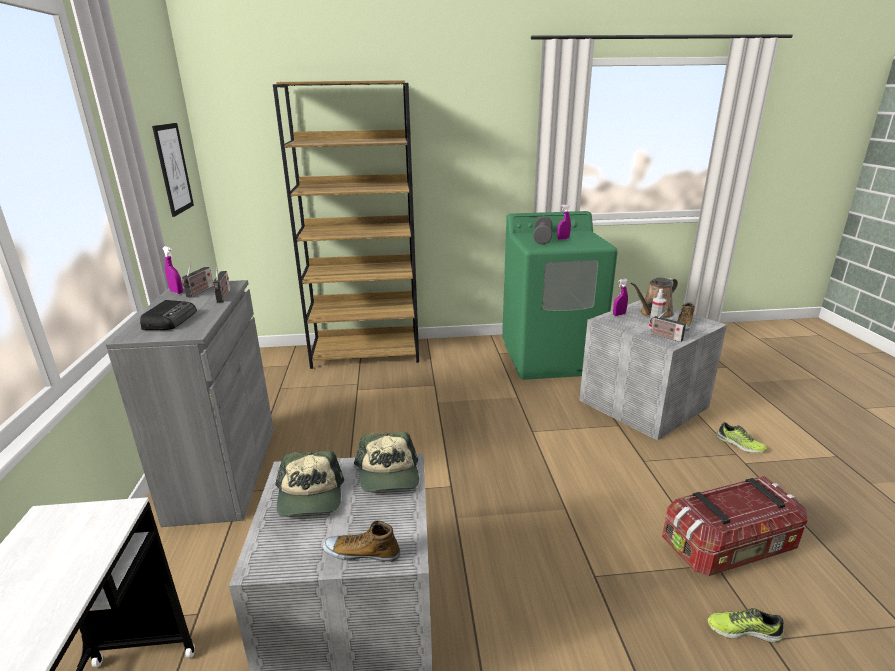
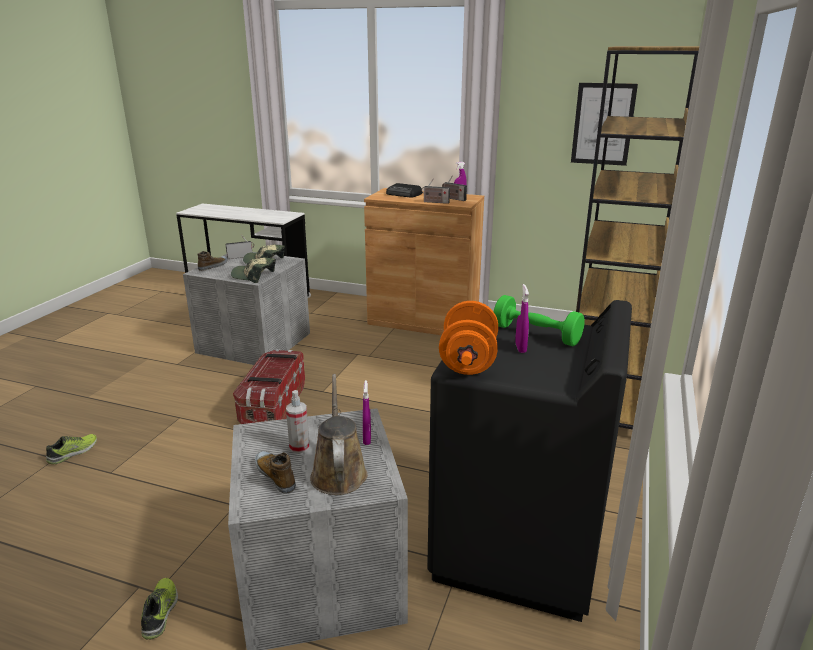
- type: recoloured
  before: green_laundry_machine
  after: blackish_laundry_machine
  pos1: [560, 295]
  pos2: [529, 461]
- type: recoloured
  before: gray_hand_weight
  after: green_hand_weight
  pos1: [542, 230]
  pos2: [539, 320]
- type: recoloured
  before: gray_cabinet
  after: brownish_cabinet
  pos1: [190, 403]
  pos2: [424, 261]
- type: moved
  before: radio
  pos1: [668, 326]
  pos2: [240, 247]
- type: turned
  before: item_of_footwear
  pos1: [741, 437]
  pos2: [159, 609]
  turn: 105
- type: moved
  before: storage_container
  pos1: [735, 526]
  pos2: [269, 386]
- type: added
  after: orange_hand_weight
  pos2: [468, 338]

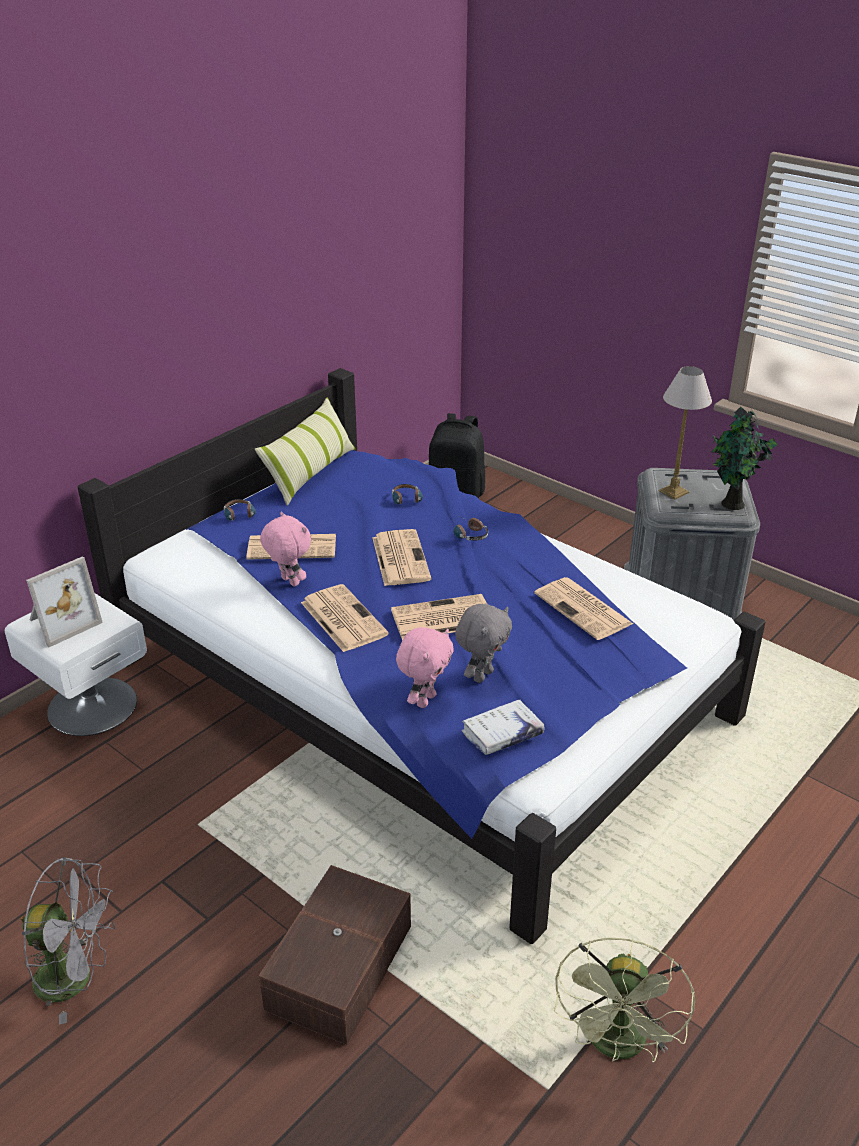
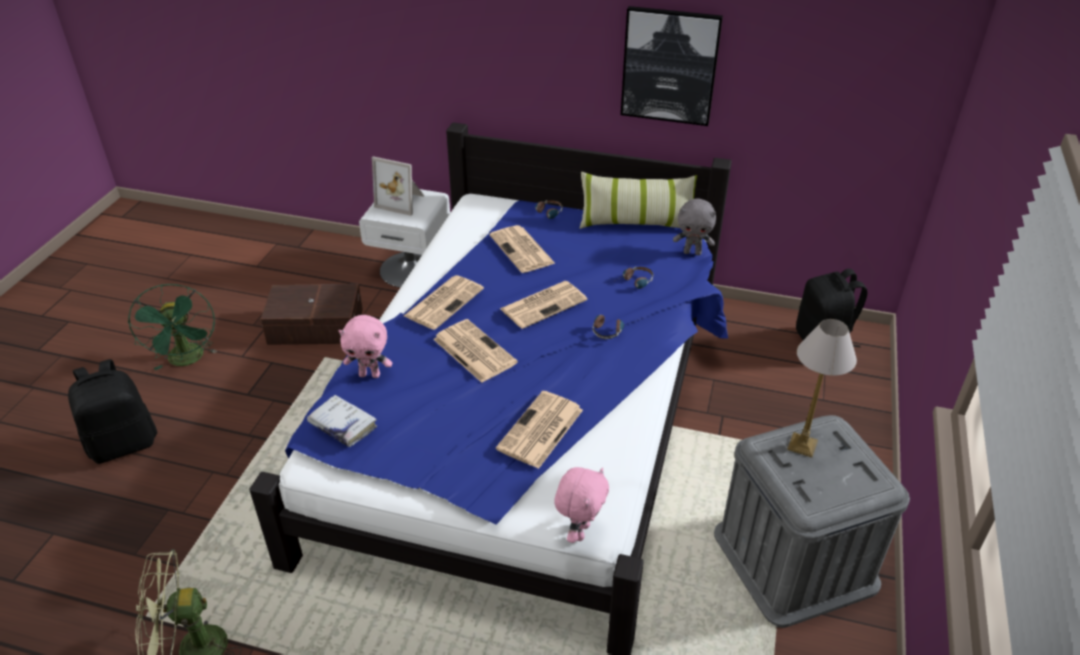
- type: removed
  before: potted_plant
  pos1: [745, 458]
- type: moved
  before: pinkish_plush_toy
  pos1: [285, 549]
  pos2: [581, 505]
- type: moved
  before: gray_plush_toy
  pos1: [483, 643]
  pos2: [694, 226]
- type: recoloured
  before: gray_electric_fan
  after: green_electric_fan
  pos1: [68, 941]
  pos2: [172, 327]
- type: moved
  before: brownish_storage_container
  pos1: [335, 955]
  pos2: [312, 314]
- type: added
  after: picture
  pos2: [672, 66]
- type: added
  after: blackish_knapsack
  pos2: [112, 411]

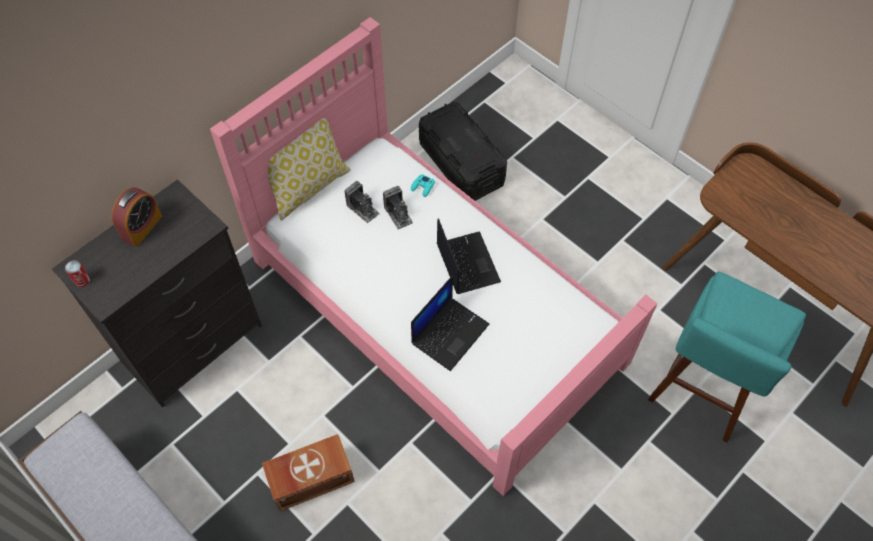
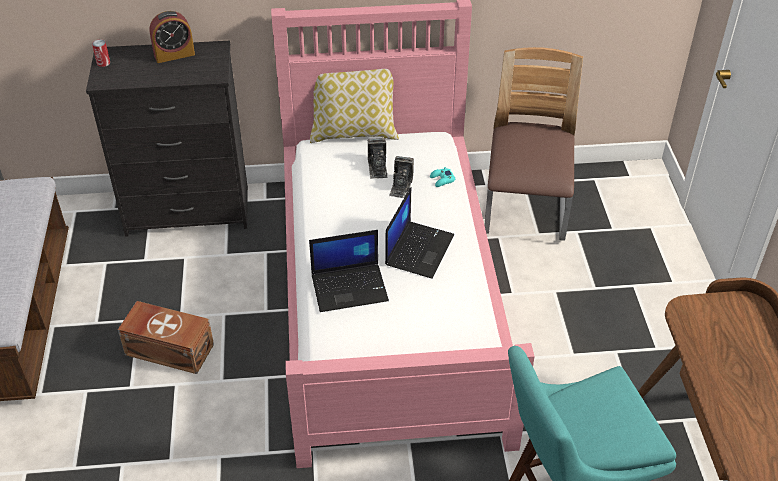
- type: replaced
  before: blackish_storage_container
  after: upright_chair
  pos1: [463, 151]
  pos2: [533, 144]

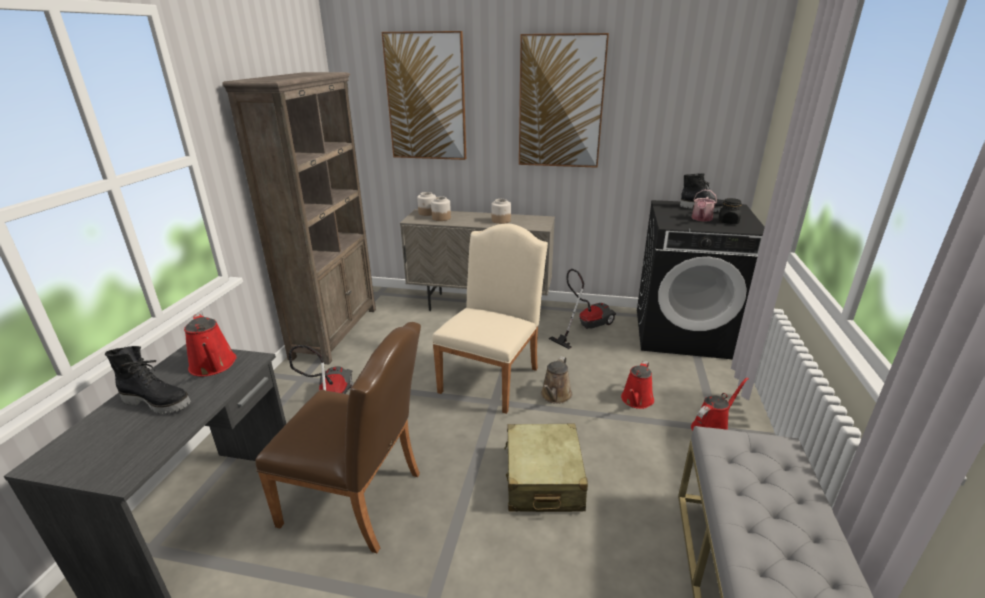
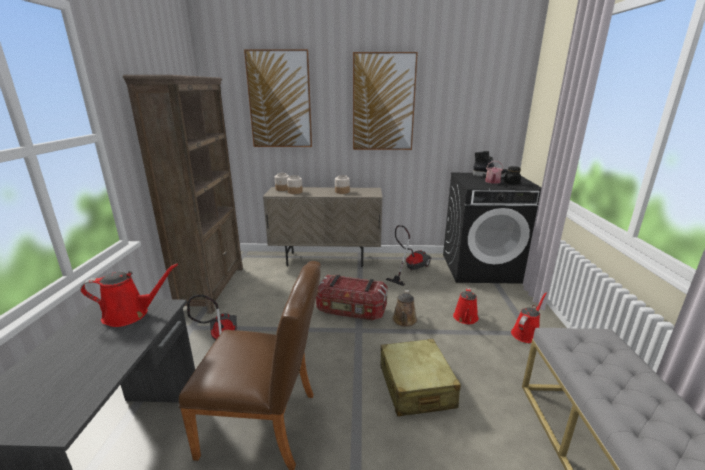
- type: replaced
  before: beige_upright_chair
  after: storage_container
  pos1: [490, 319]
  pos2: [352, 298]
- type: turned
  before: red-coloured_watering_pot
  pos1: [210, 344]
  pos2: [129, 295]
  turn: -60
- type: removed
  before: blackish_boot
  pos1: [148, 380]

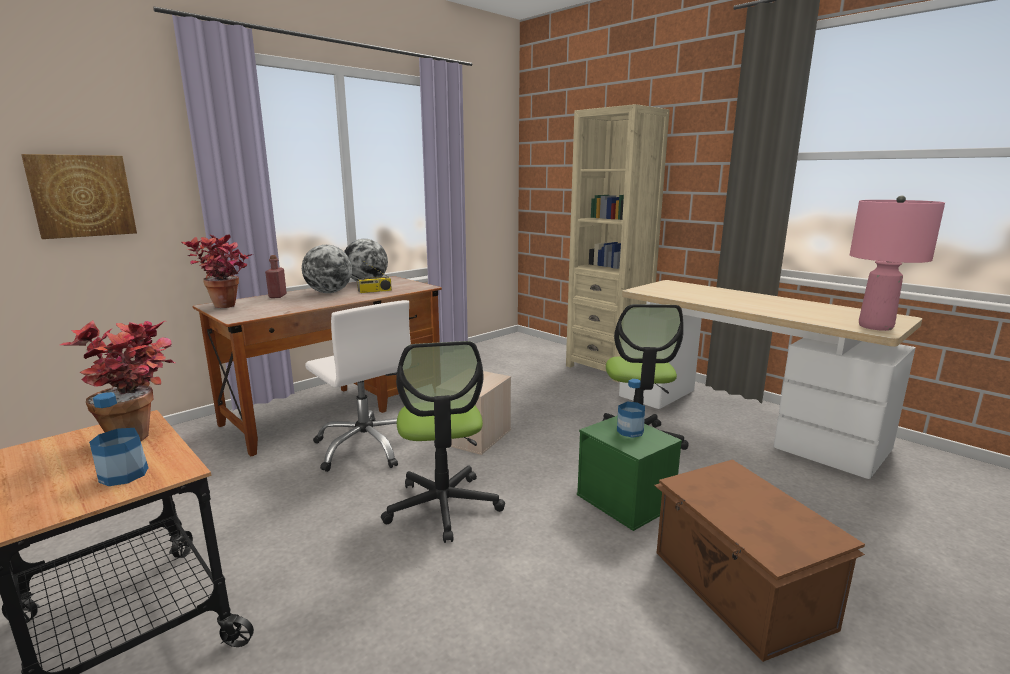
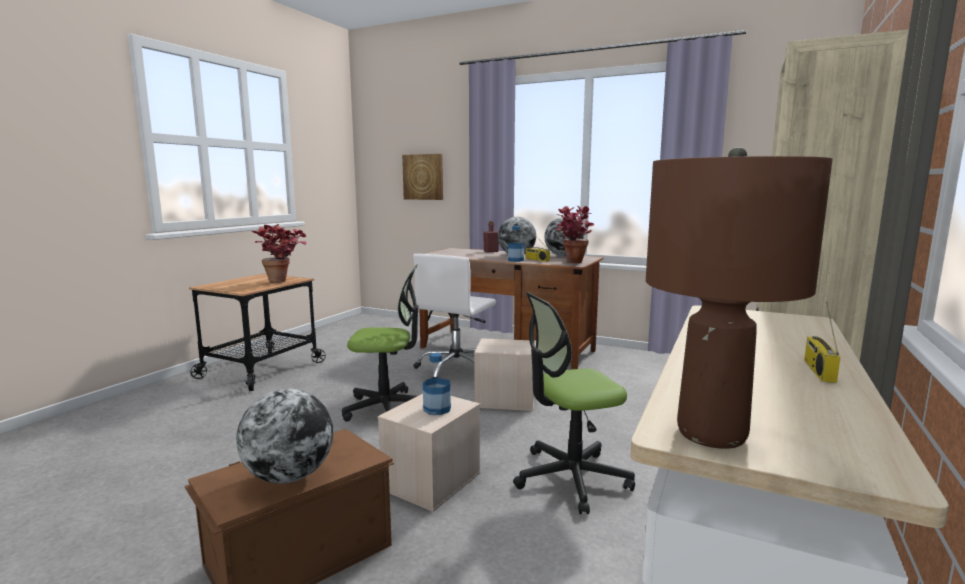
- type: recoloured
  before: pinkish_lamp_for_a_table
  after: brownish_lamp_for_a_table
  pos1: [897, 263]
  pos2: [739, 298]
- type: moved
  before: potted_plant
  pos1: [217, 271]
  pos2: [575, 234]
- type: turned
  before: desk_chair
  pos1: [443, 442]
  pos2: [380, 343]
  turn: -150
- type: moved
  before: beverage_bottle
  pos1: [119, 439]
  pos2: [516, 244]
- type: recoloured
  before: green_storage_container
  after: beige_storage_container
  pos1: [629, 473]
  pos2: [429, 453]
- type: added
  after: radio
  pos2: [822, 342]
- type: added
  after: world_globe
  pos2: [284, 436]

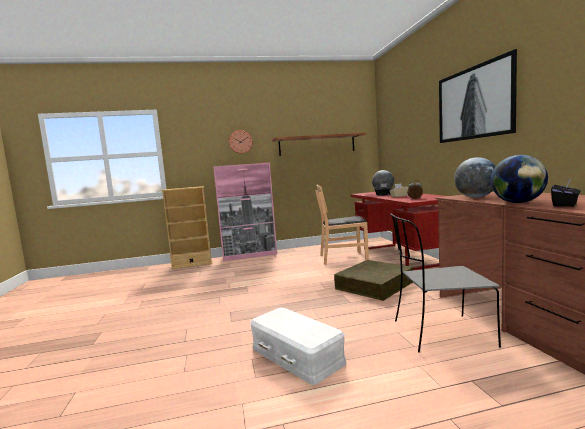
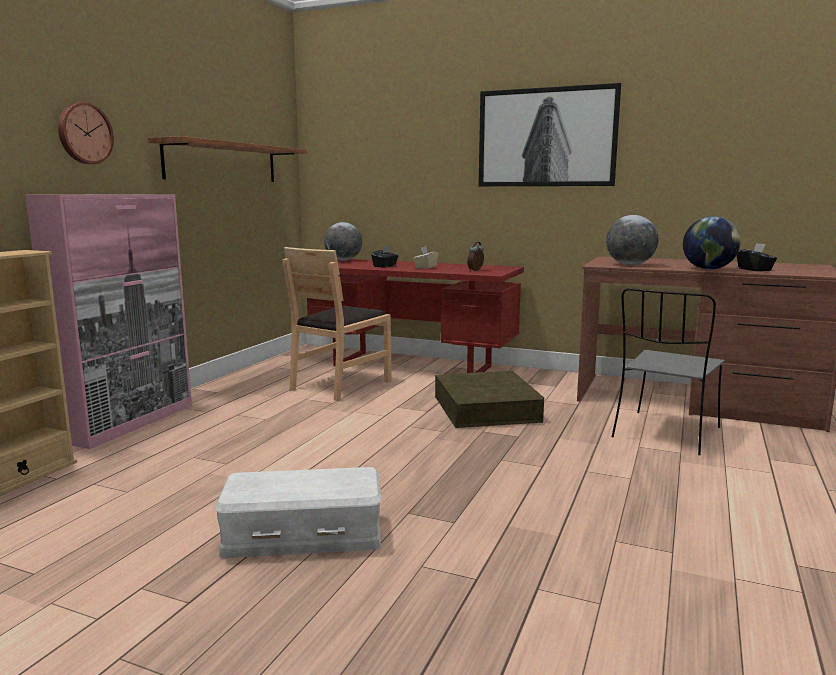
- type: moved
  before: white-coloured_storage_container
  pos1: [298, 346]
  pos2: [298, 512]

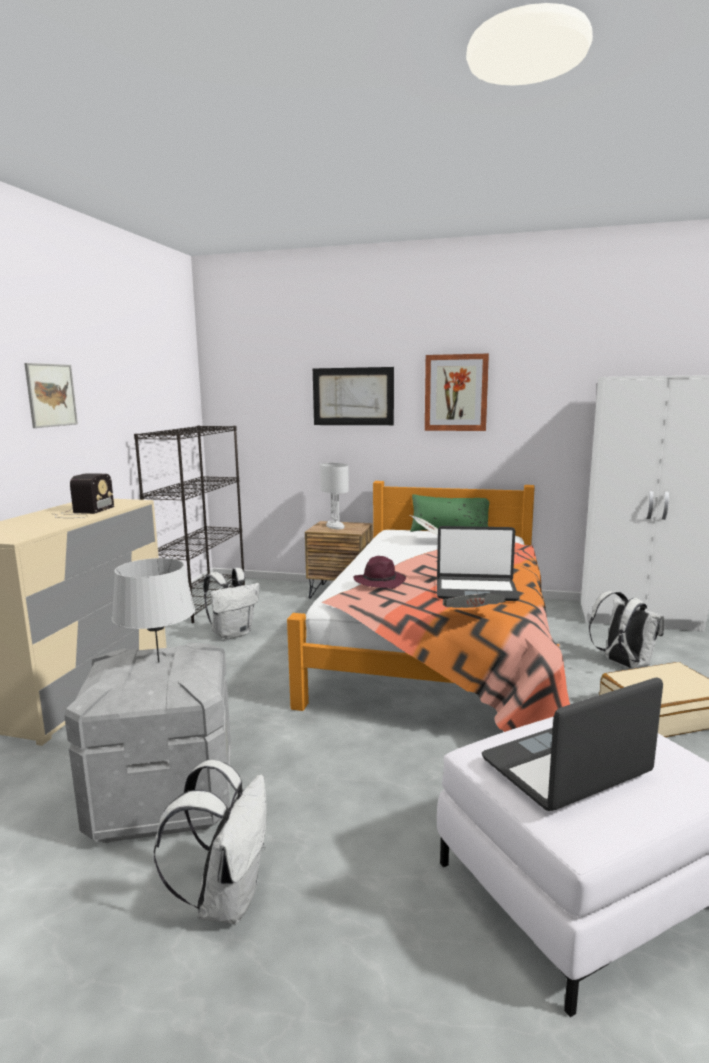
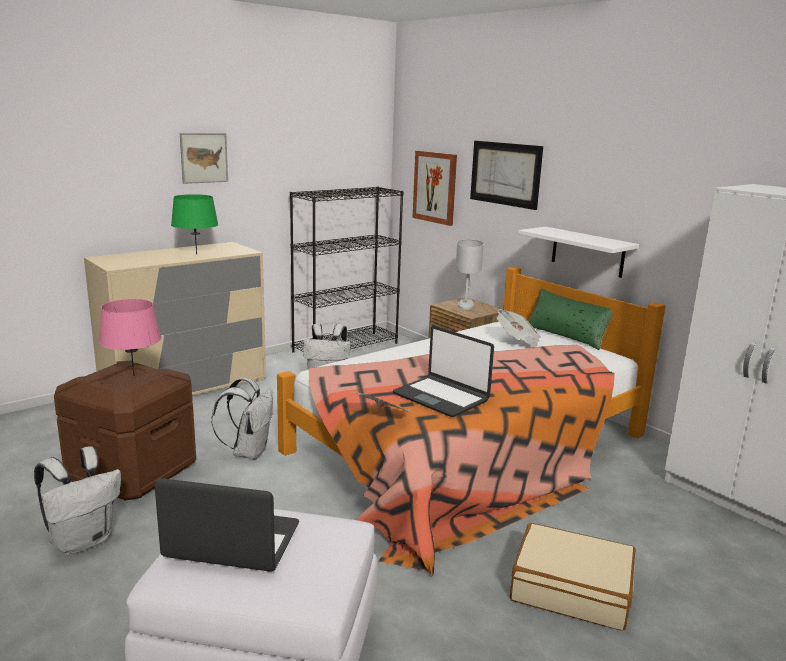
- type: moved
  before: picture
  pos1: [457, 392]
  pos2: [434, 188]
- type: replaced
  before: radio
  after: green_lamp_for_a_table
  pos1: [84, 495]
  pos2: [194, 224]
- type: removed
  before: purple_clothing_hat
  pos1: [379, 572]
- type: recoloured
  before: gray_lamp_for_a_table
  after: pinkish_lamp_for_a_table
  pos1: [153, 610]
  pos2: [130, 337]
- type: moved
  before: white-coloured_knapsack
  pos1: [626, 630]
  pos2: [242, 419]
- type: recoloured
  before: gray_storage_container
  after: brownish_storage_container
  pos1: [147, 743]
  pos2: [125, 430]
- type: added
  after: white-coloured_bracket_shelf
  pos2: [578, 252]

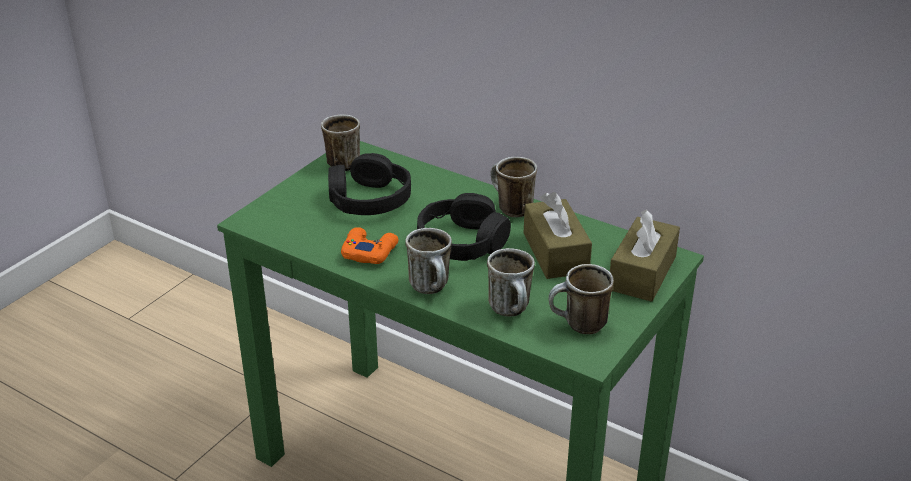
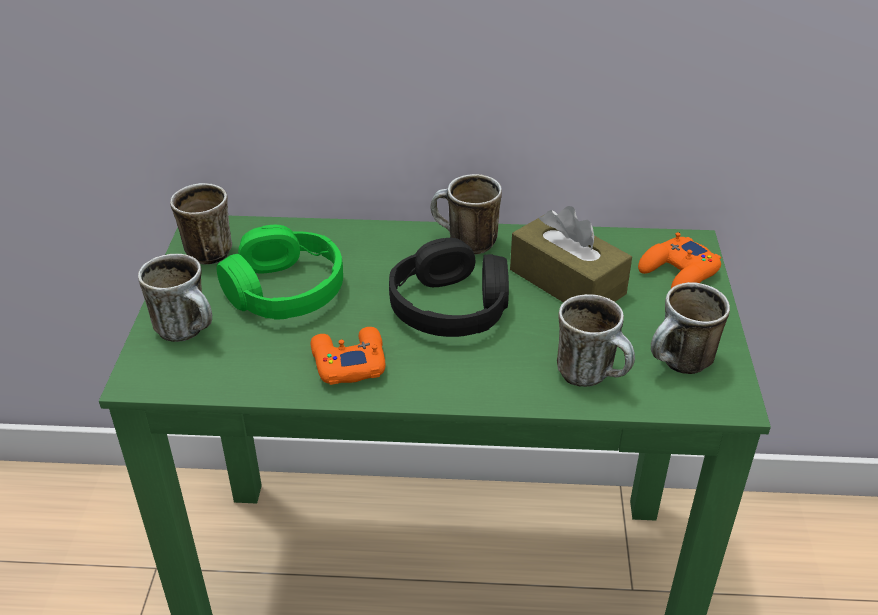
- type: recoloured
  before: blackish_headset
  after: green_headset
  pos1: [369, 184]
  pos2: [280, 272]
- type: replaced
  before: brownish_tissue_holder
  after: orange_gamepad
  pos1: [645, 256]
  pos2: [679, 260]
- type: moved
  before: tea_mug
  pos1: [428, 261]
  pos2: [175, 298]

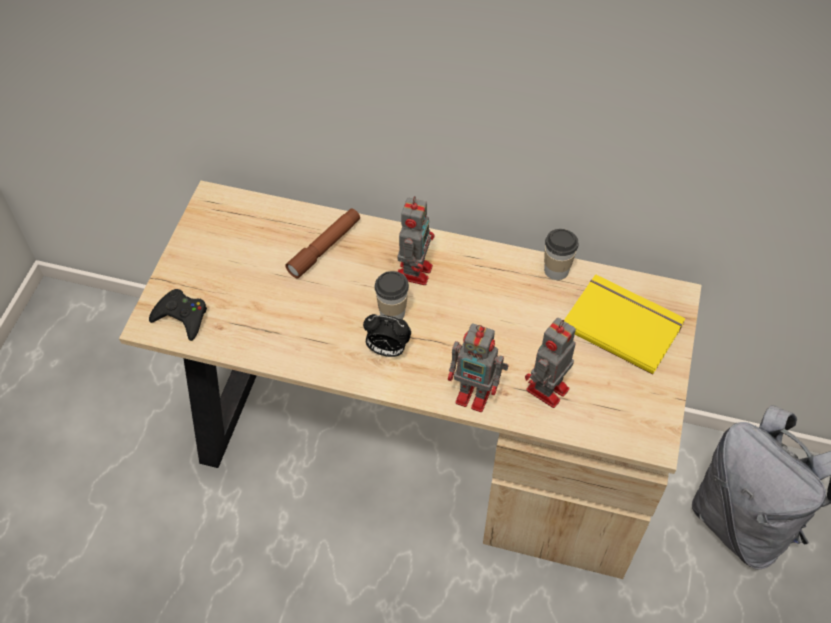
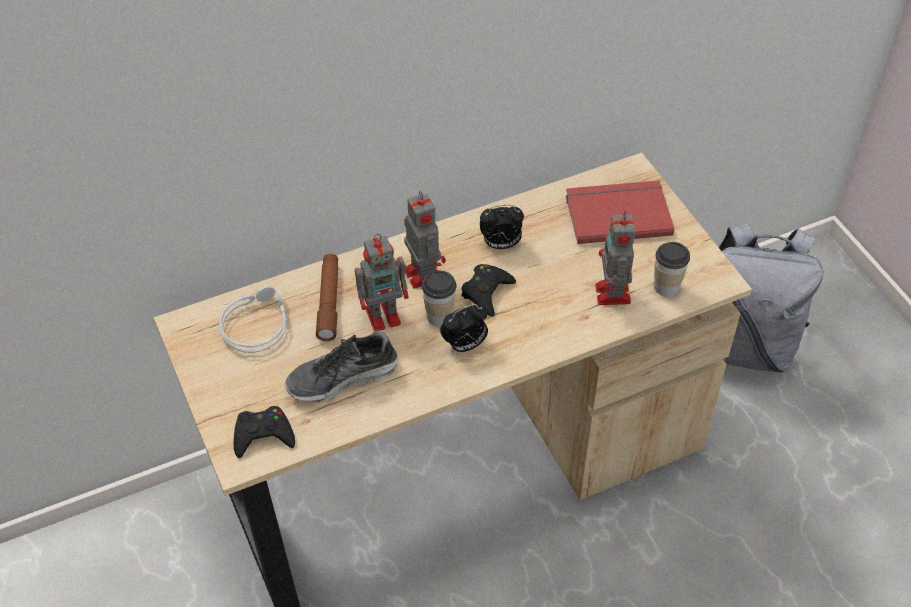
- type: moved
  before: small_cup
  pos1: [561, 254]
  pos2: [672, 269]
- type: recoloured
  before: yellow_book
  after: red-coloured_book
  pos1: [625, 324]
  pos2: [620, 212]
- type: moved
  before: toy_robot
  pos1: [478, 368]
  pos2: [381, 282]
- type: added
  after: bedside_clock
  pos2: [502, 227]
- type: added
  after: blackish_gamepad
  pos2: [488, 290]
- type: added
  after: gray_headset
  pos2: [253, 319]
- type: added
  after: item_of_footwear
  pos2: [341, 367]

